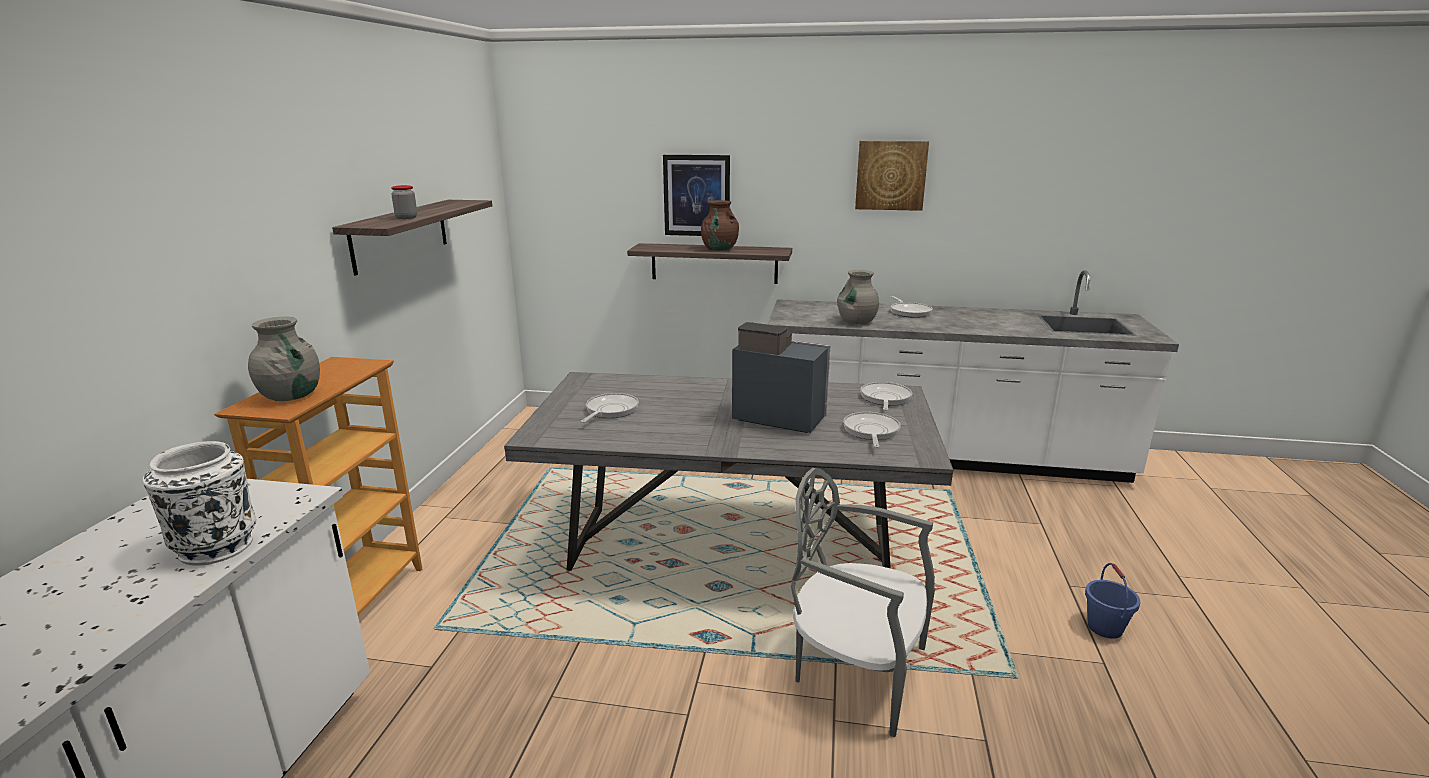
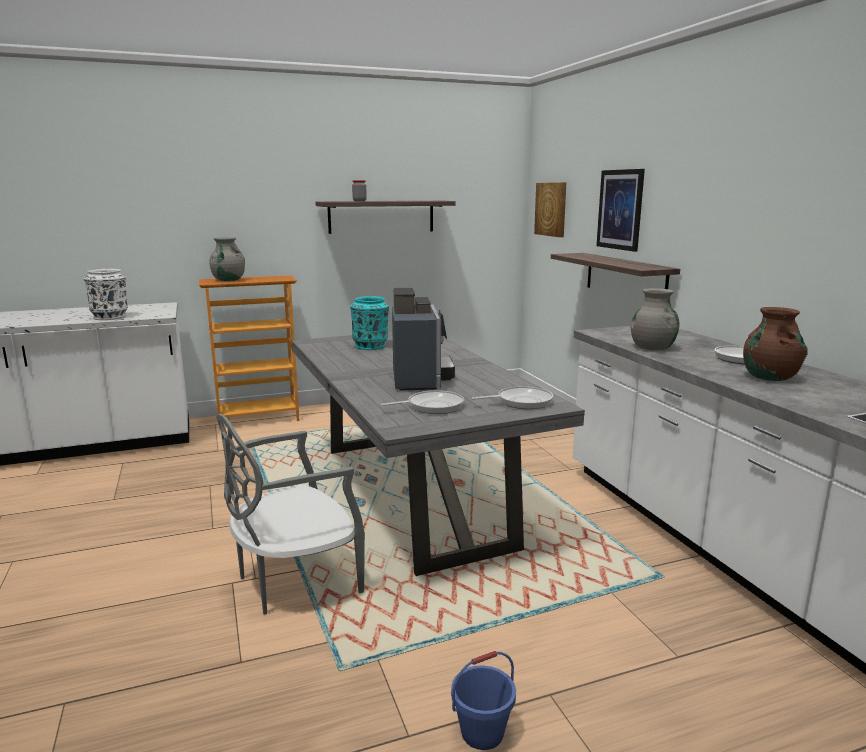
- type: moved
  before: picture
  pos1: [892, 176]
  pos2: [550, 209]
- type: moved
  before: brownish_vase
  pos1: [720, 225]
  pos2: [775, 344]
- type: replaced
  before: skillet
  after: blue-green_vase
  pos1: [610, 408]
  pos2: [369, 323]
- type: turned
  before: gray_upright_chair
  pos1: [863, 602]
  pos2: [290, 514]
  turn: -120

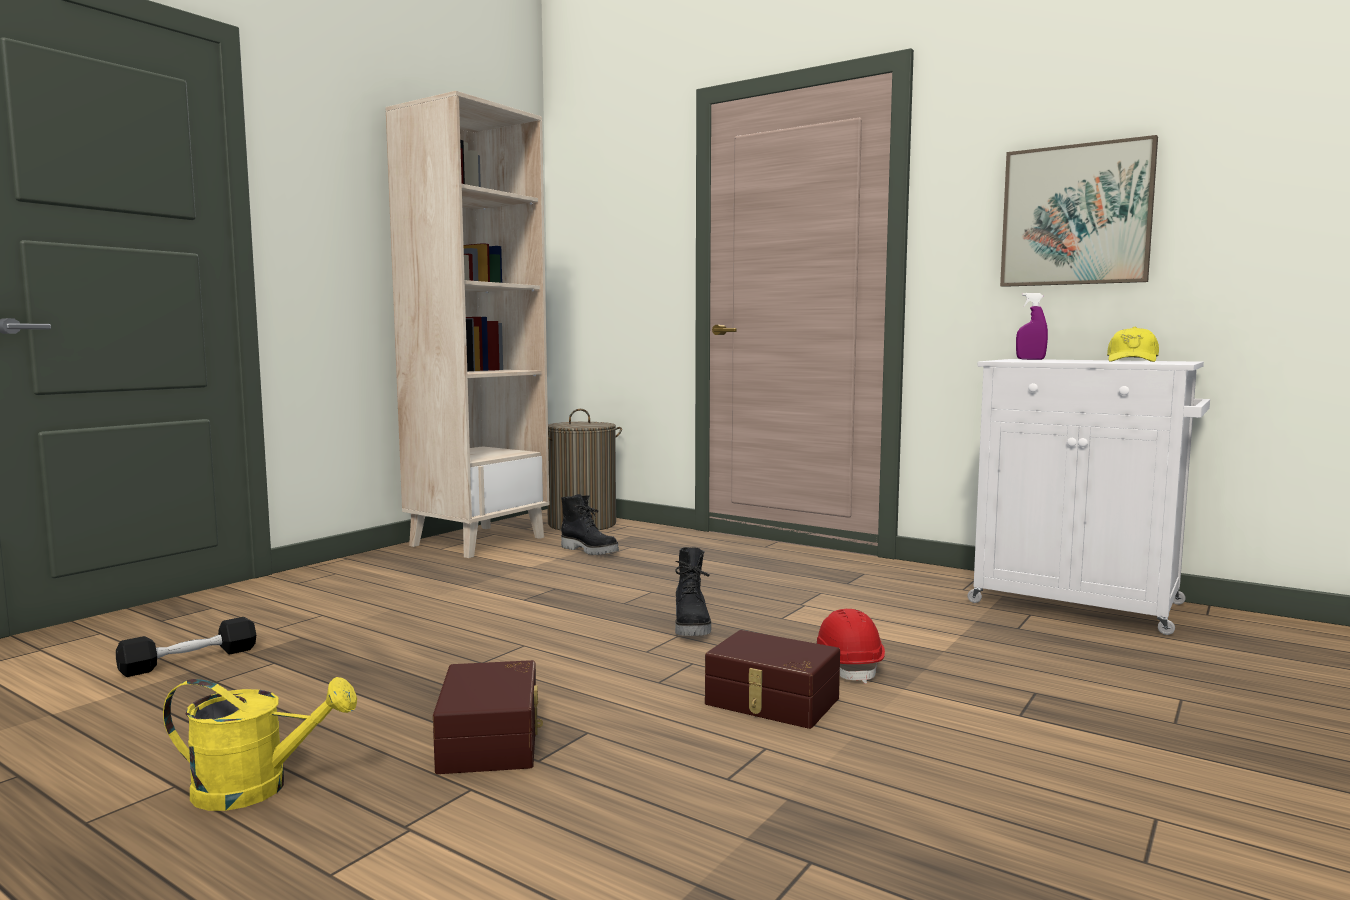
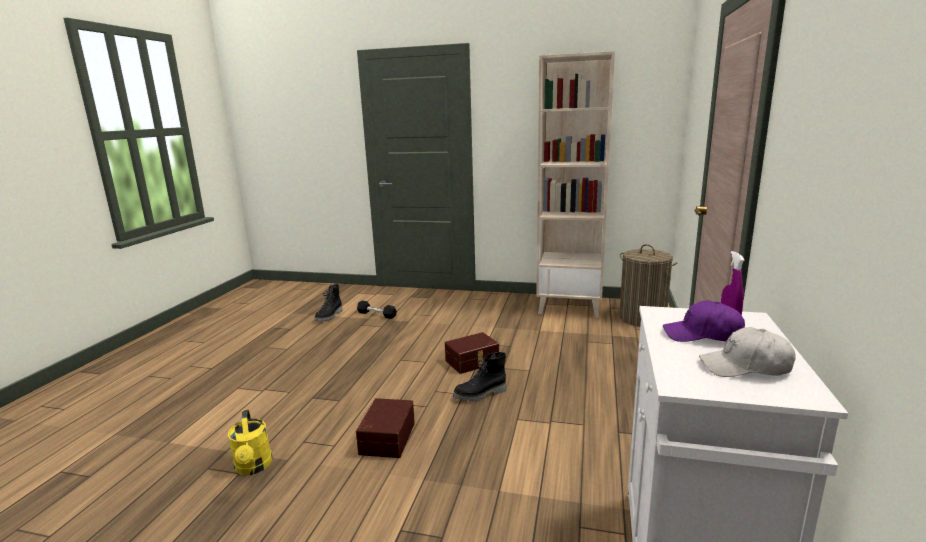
- type: removed
  before: picture
  pos1: [1079, 211]
- type: recoloured
  before: yellow_cap
  after: white-coloured_cap
  pos1: [1133, 344]
  pos2: [747, 352]
- type: moved
  before: blackish_boot
  pos1: [590, 524]
  pos2: [328, 303]
- type: removed
  before: red-coloured_hard_hat
  pos1: [851, 646]
- type: moved
  before: brownish_storage_container
  pos1: [488, 717]
  pos2: [472, 353]
- type: moved
  before: yellow_watering_pot
  pos1: [260, 744]
  pos2: [250, 442]
- type: added
  after: purple_cap
  pos2: [704, 321]

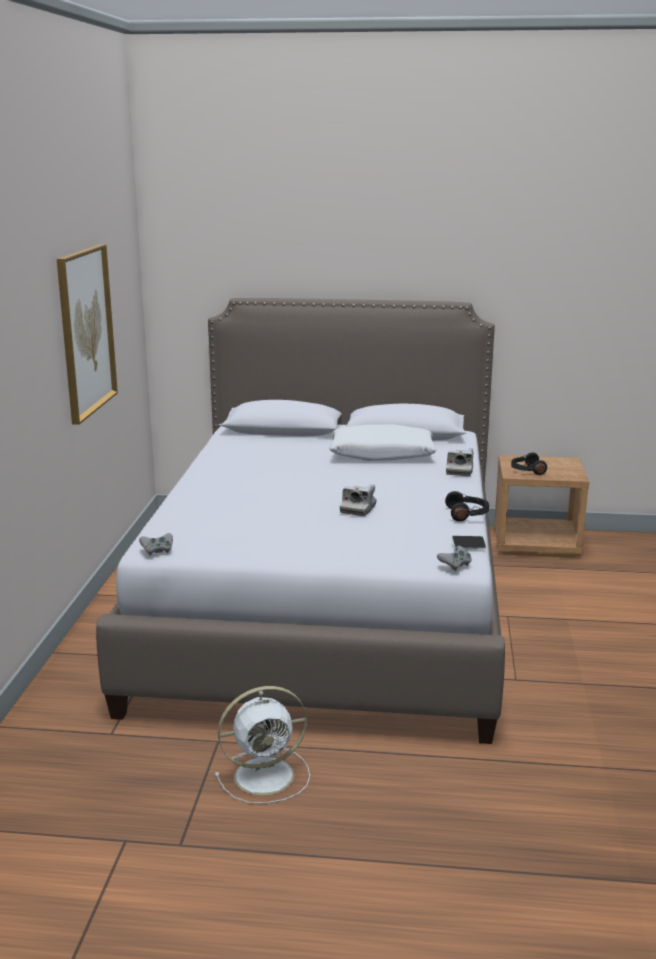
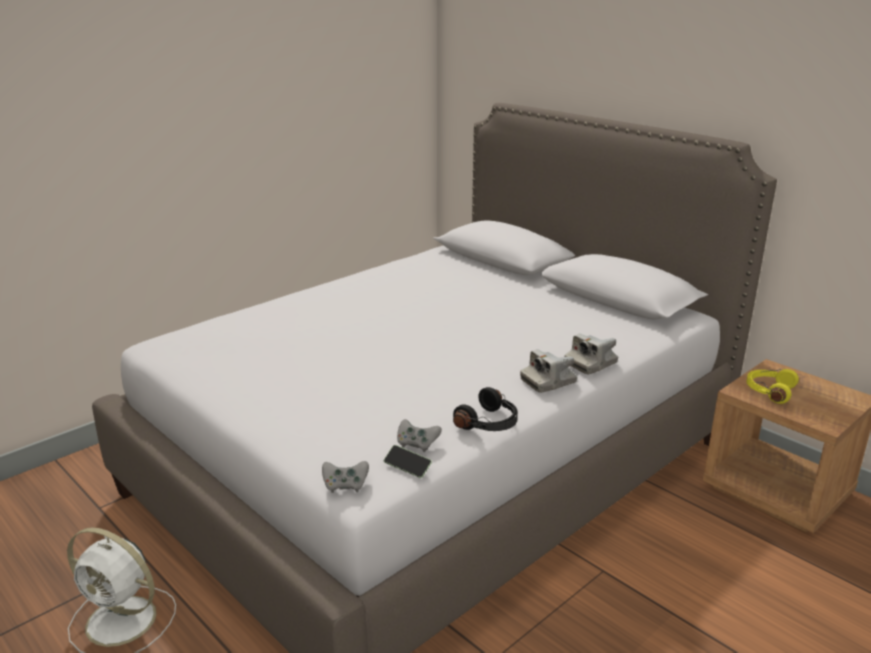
- type: removed
  before: picture
  pos1: [87, 334]
- type: removed
  before: white-coloured_pillow
  pos1: [383, 442]
- type: recoloured
  before: blackish_headset
  after: yellow_headset
  pos1: [529, 463]
  pos2: [772, 386]
- type: moved
  before: photo_camera
  pos1: [358, 500]
  pos2: [549, 371]
- type: moved
  before: gray_gamepad
  pos1: [156, 544]
  pos2: [419, 435]

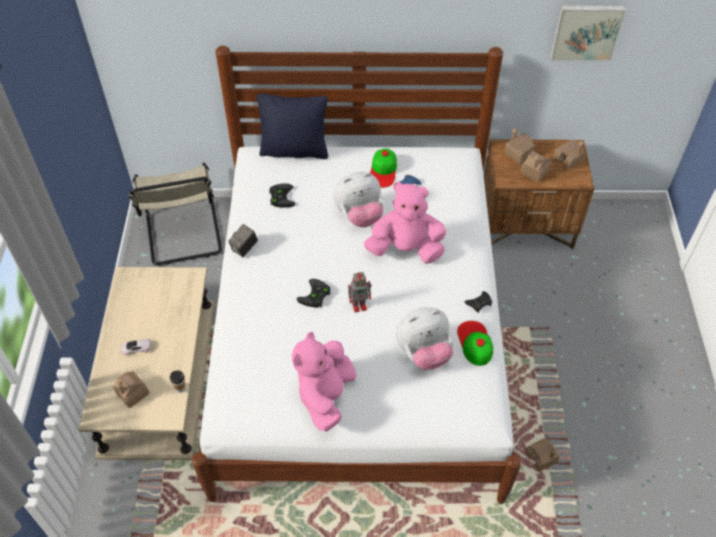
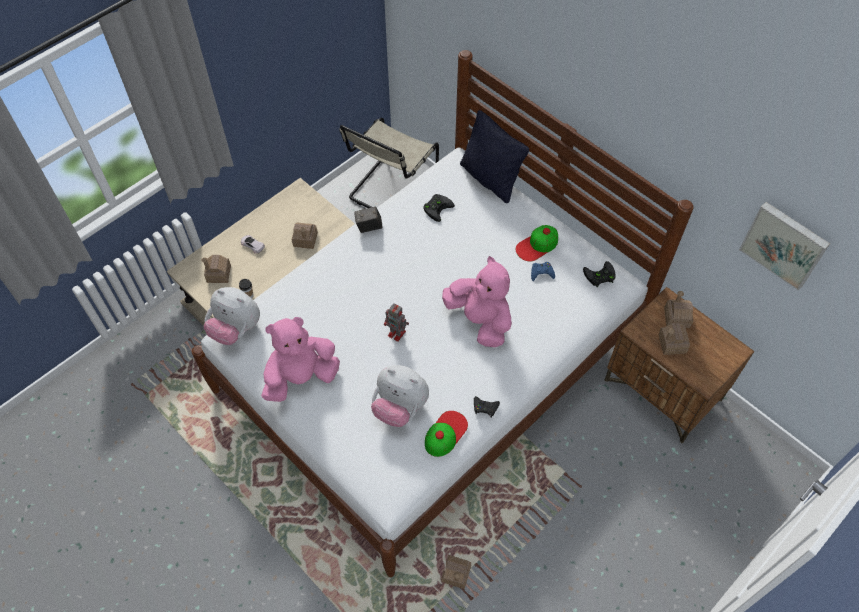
- type: moved
  before: toy_house
  pos1: [569, 155]
  pos2: [305, 235]
- type: moved
  before: plush_toy
  pos1: [358, 199]
  pos2: [232, 316]
- type: moved
  before: blackish_gamepad
  pos1: [314, 293]
  pos2: [599, 274]

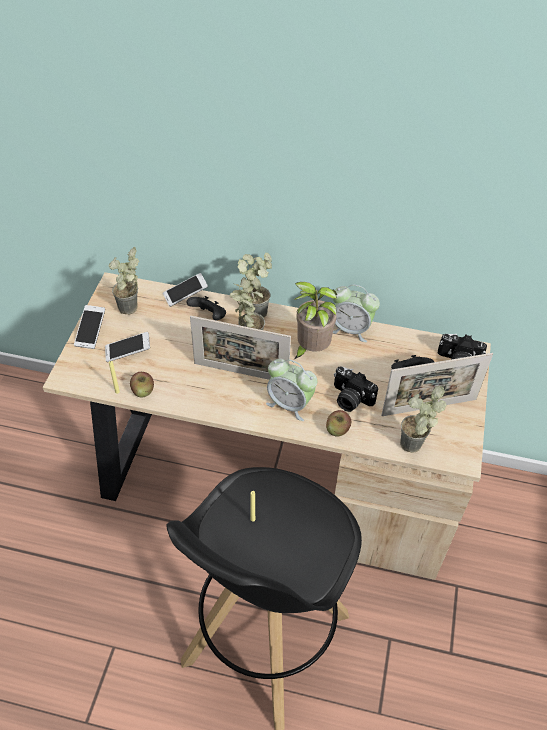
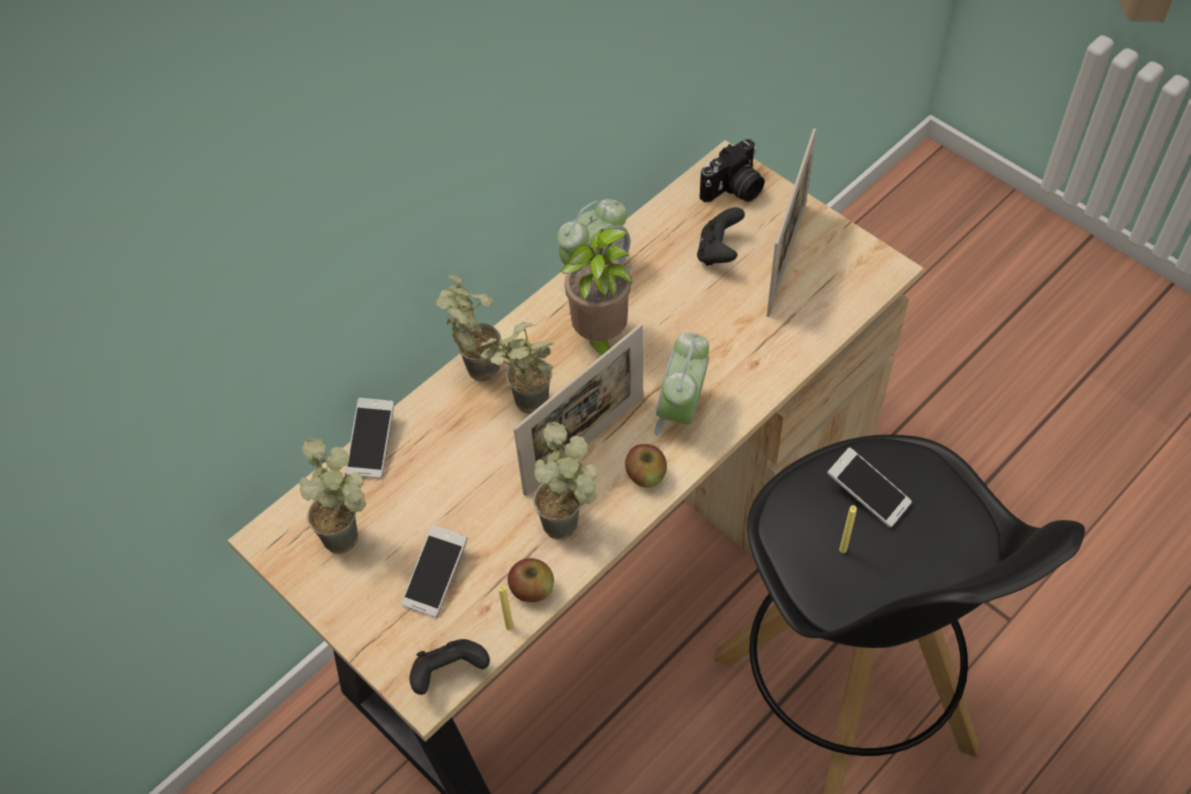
- type: moved
  before: blackish_gamepad
  pos1: [206, 308]
  pos2: [450, 667]
- type: moved
  before: handset
  pos1: [89, 327]
  pos2: [869, 487]
- type: turned
  before: bedside_clock
  pos1: [291, 390]
  pos2: [681, 384]
  turn: 135
- type: removed
  before: photo_camera
  pos1: [356, 389]
- type: moved
  before: potted_plant
  pos1: [423, 419]
  pos2: [565, 481]
- type: moved
  before: whole_apple
  pos1: [338, 423]
  pos2: [646, 466]

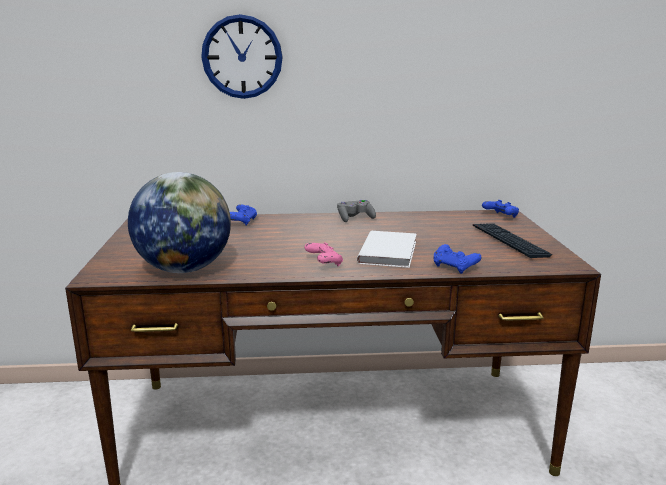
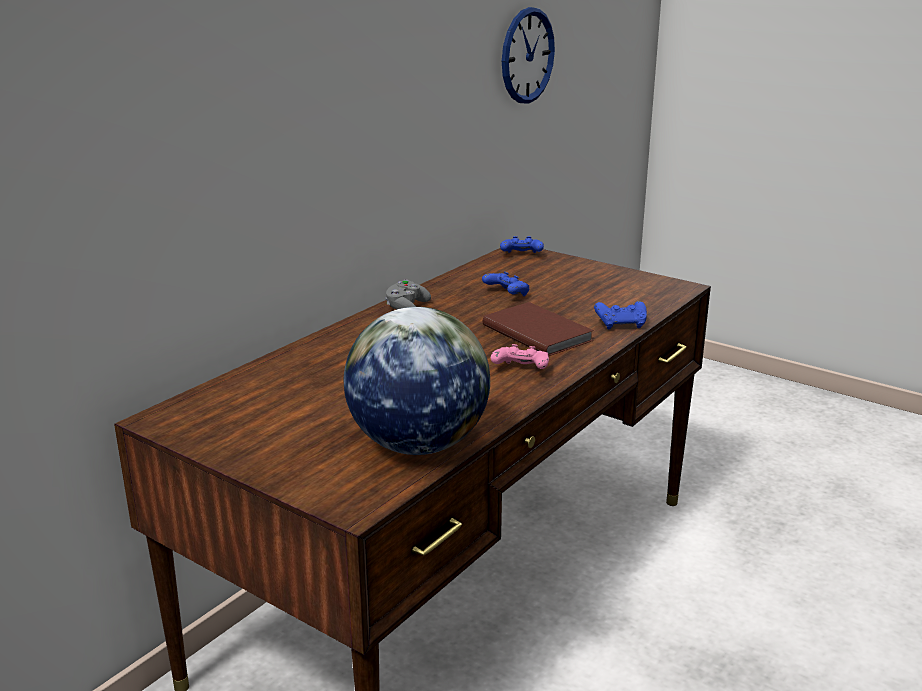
- type: moved
  before: wall_clock
  pos1: [242, 56]
  pos2: [528, 55]
- type: moved
  before: blue_gamepad
  pos1: [243, 215]
  pos2: [505, 284]
- type: removed
  before: keyboard
  pos1: [512, 240]
- type: recoloured
  before: white-coloured_book
  after: brownish_book
  pos1: [386, 249]
  pos2: [538, 329]

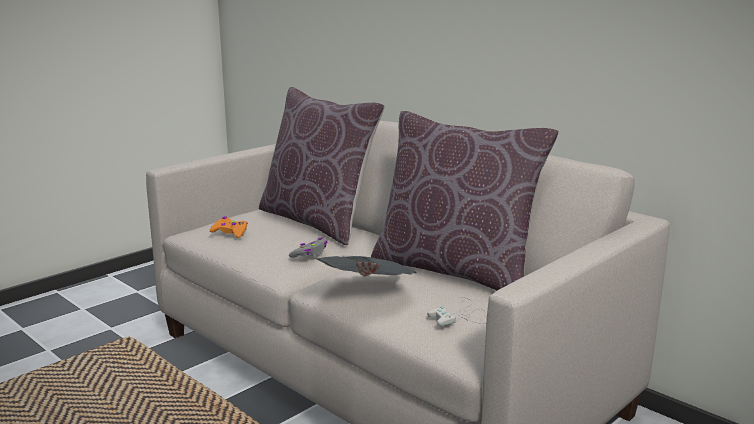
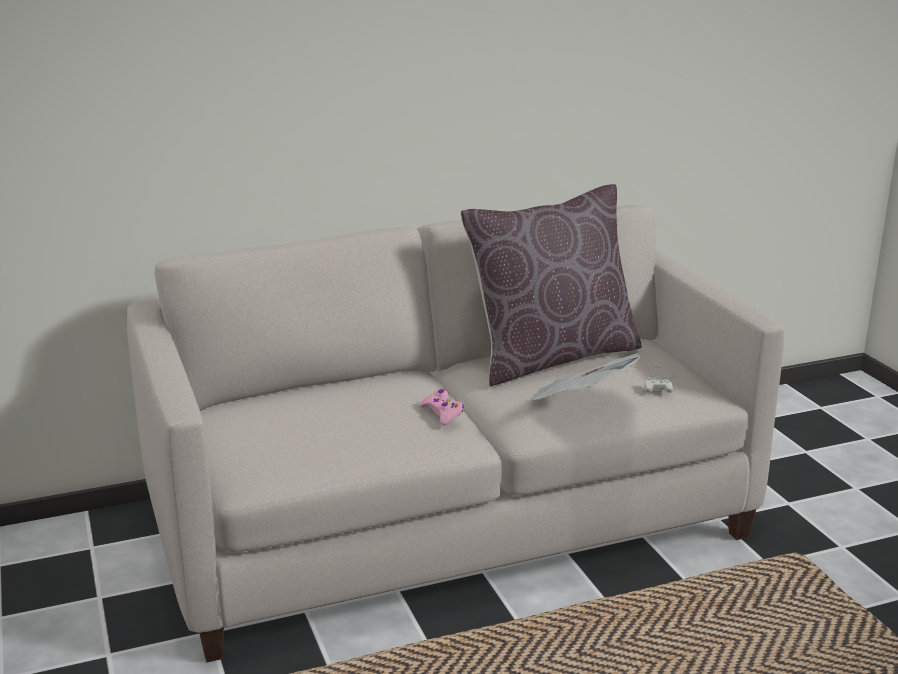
- type: removed
  before: brownish_pillow
  pos1: [322, 166]
- type: removed
  before: orange_gamepad
  pos1: [229, 227]
- type: recoloured
  before: gray_gamepad
  after: pinkish_gamepad
  pos1: [308, 248]
  pos2: [441, 407]

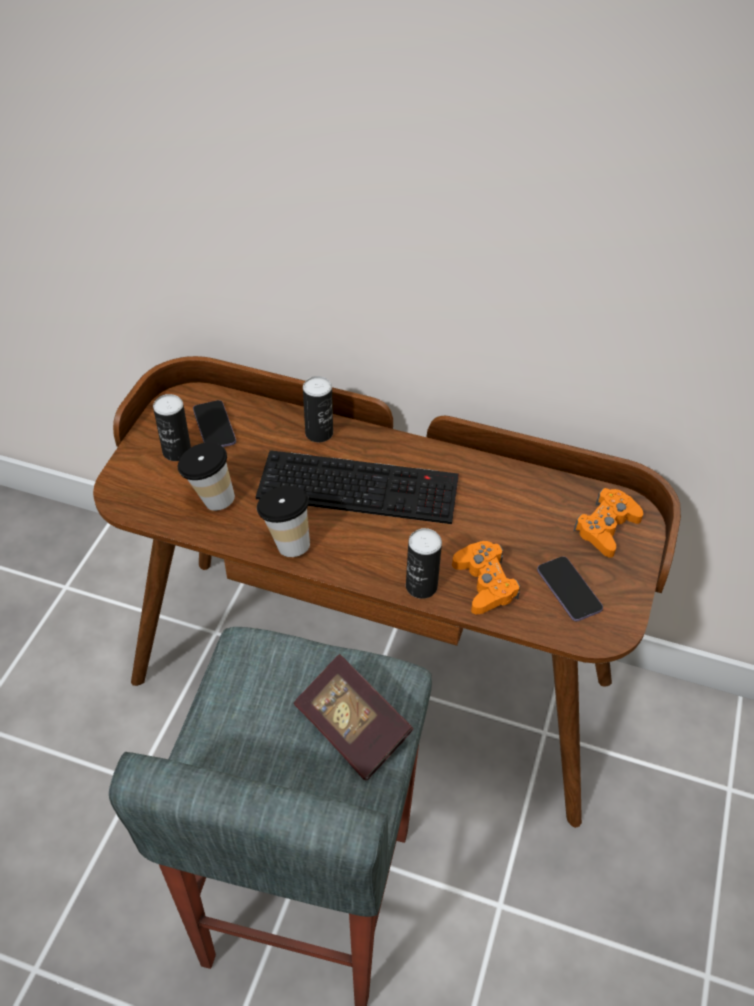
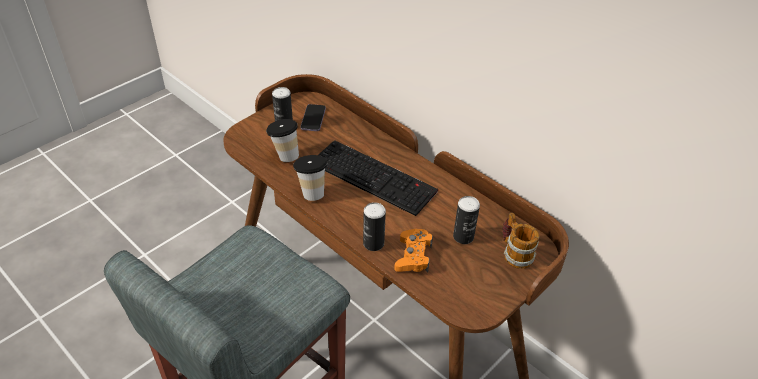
- type: moved
  before: sealed_can
  pos1: [318, 409]
  pos2: [466, 220]
- type: replaced
  before: orange_gamepad
  after: tea_mug
  pos1: [608, 523]
  pos2: [520, 241]
- type: removed
  before: handset
  pos1: [570, 588]
- type: removed
  before: book
  pos1: [354, 717]

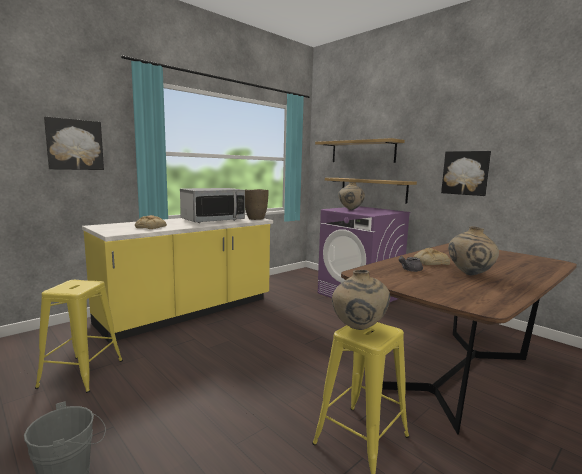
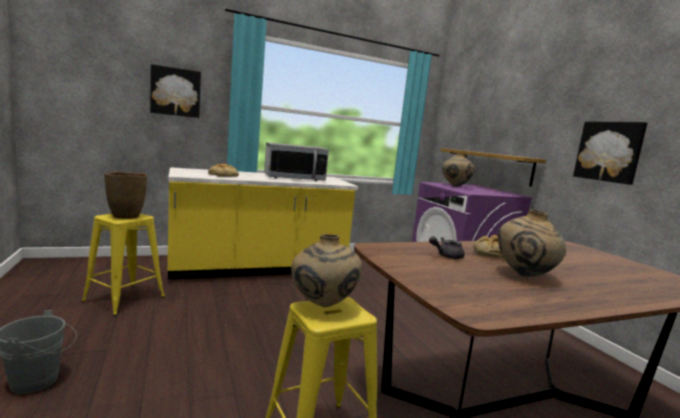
- type: removed
  before: bracket_shelf
  pos1: [360, 150]
- type: moved
  before: brownish_vase
  pos1: [257, 204]
  pos2: [125, 195]

